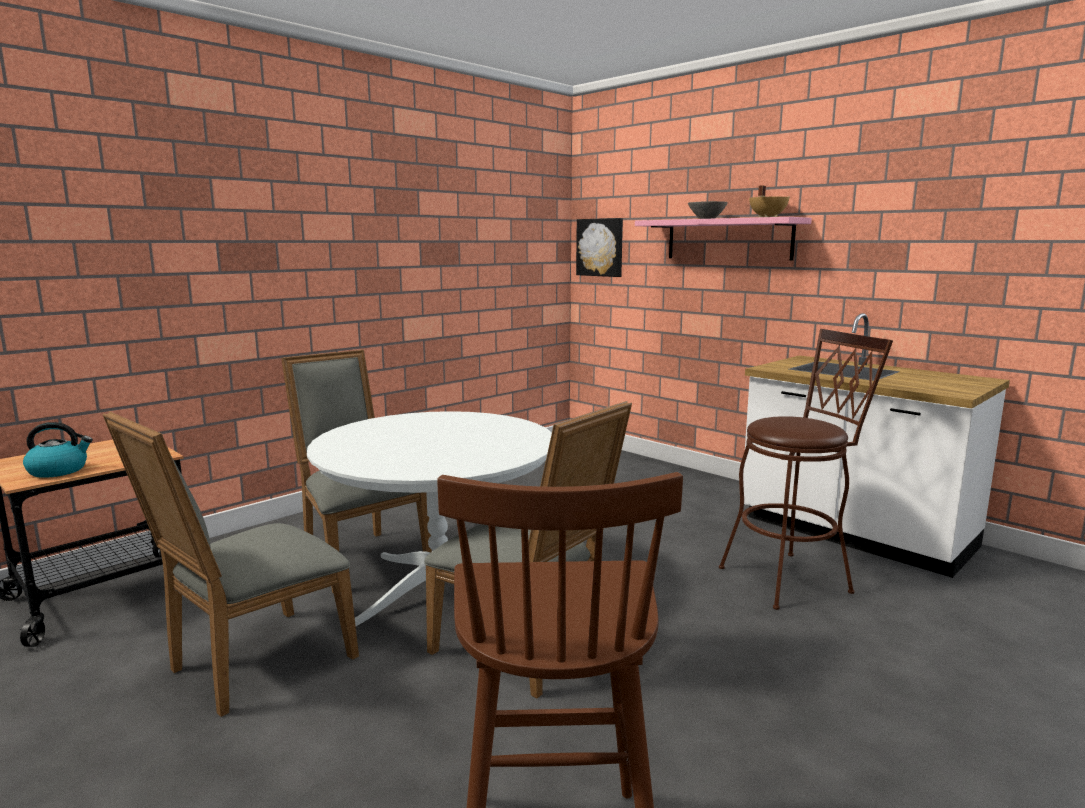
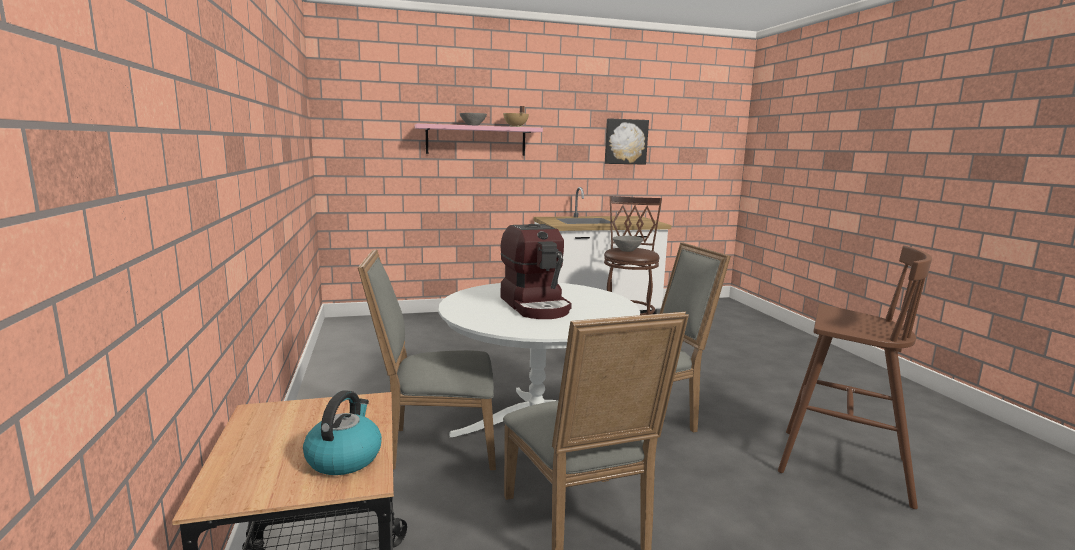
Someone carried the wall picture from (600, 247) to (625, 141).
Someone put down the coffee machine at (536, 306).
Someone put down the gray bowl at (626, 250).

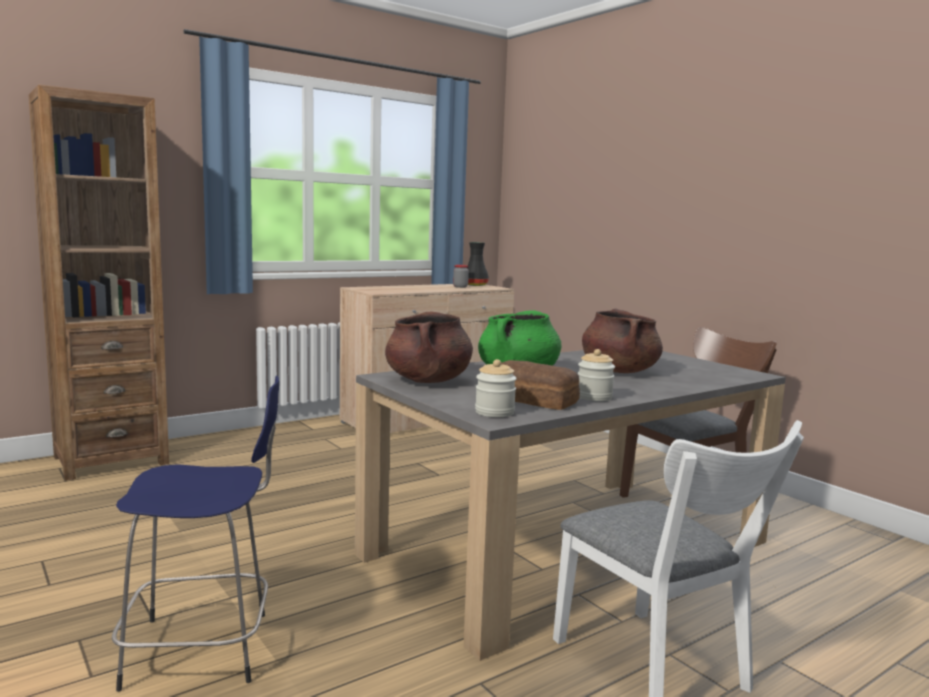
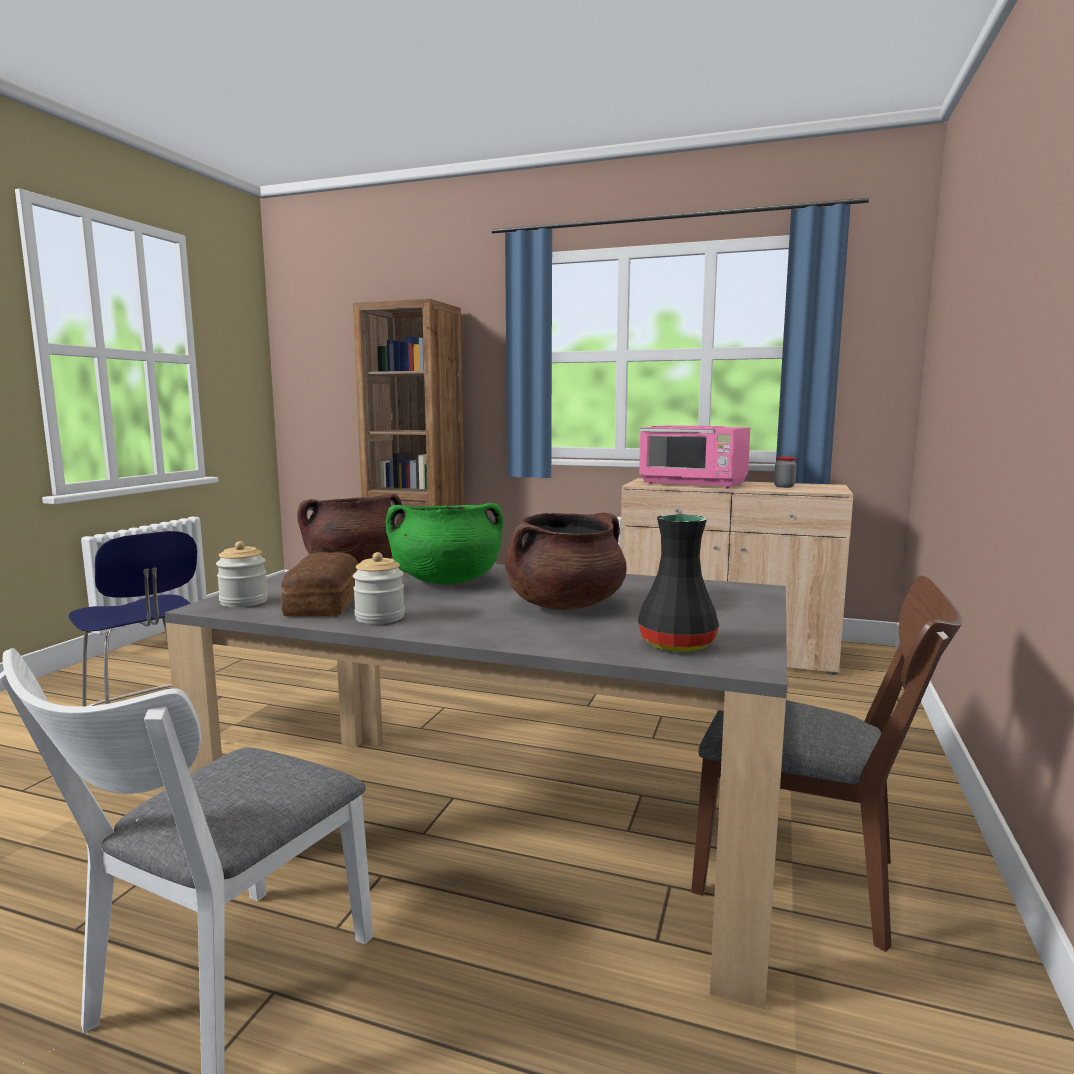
Someone carried the black-coloured vase from (476, 285) to (678, 644).
Someone put down the pink-coloured kitchen microwave at (694, 484).

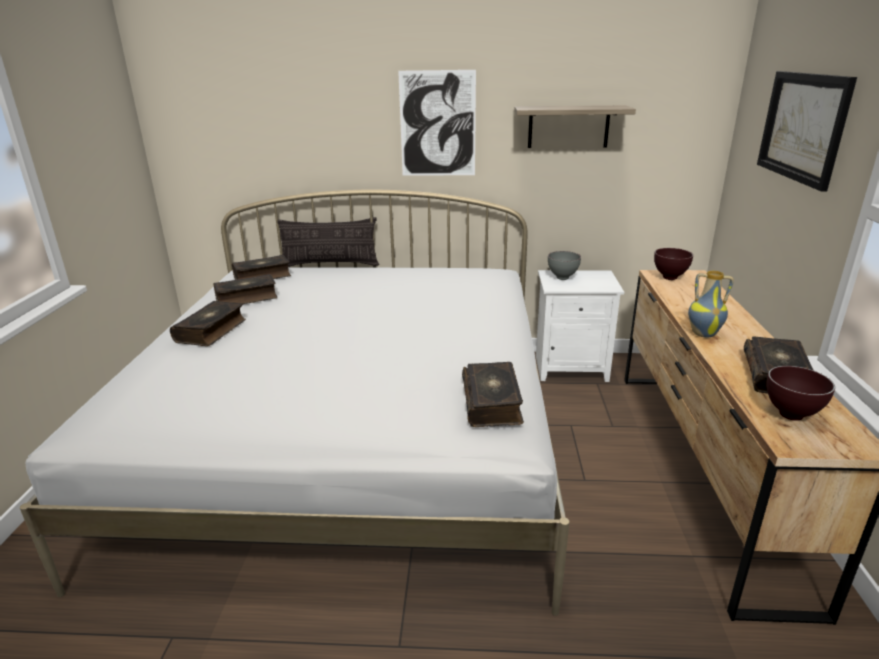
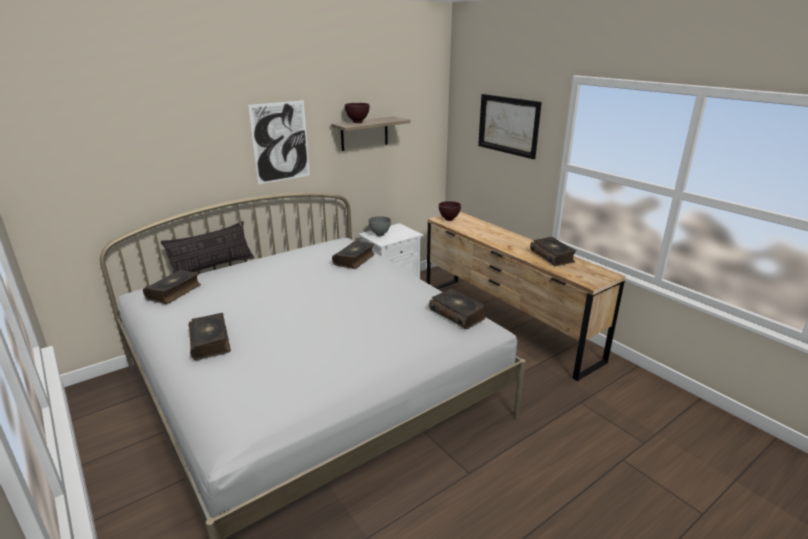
Someone carried the book from (246, 298) to (355, 259).
Someone took away the vase at (703, 334).
Someone carried the brown-coloured bowl from (790, 415) to (357, 122).

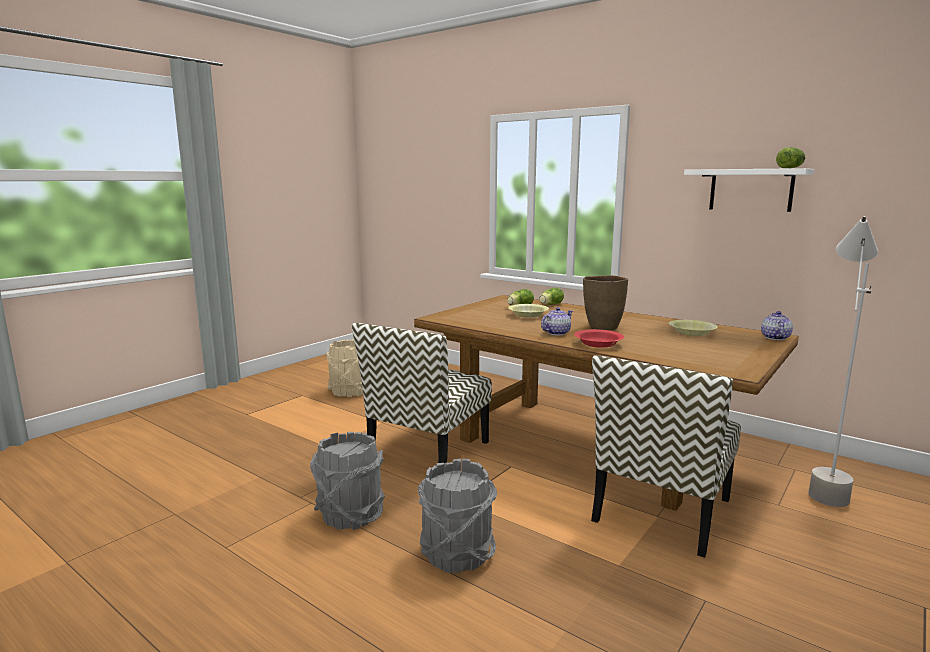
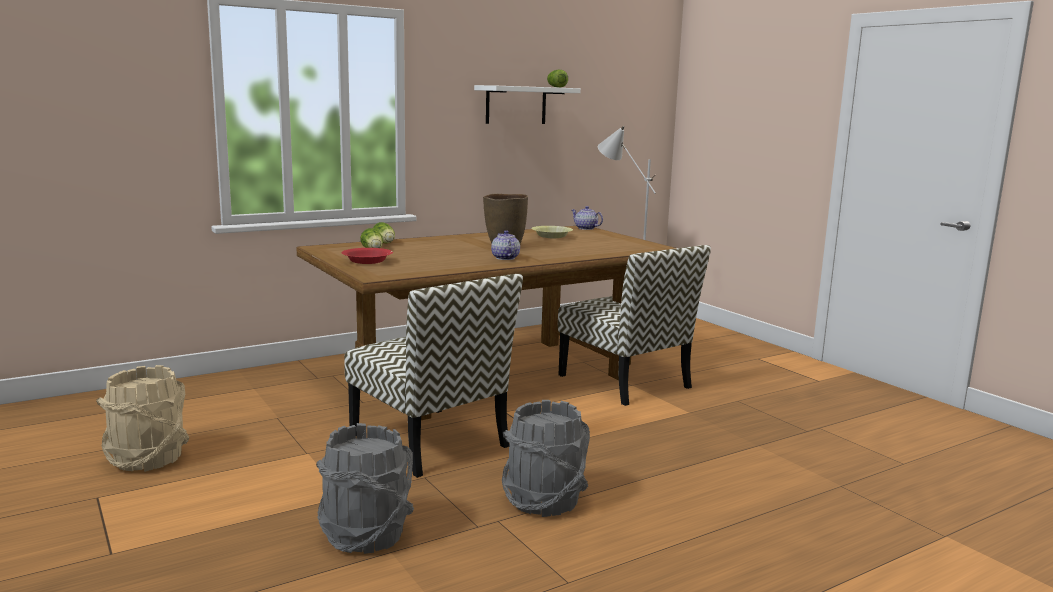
Someone carried the gray water bucket from (456, 554) to (366, 535).
Someone took away the yellow-coloured bowl at (528, 315).
Someone carried the red-coloured bowl from (598, 344) to (367, 261).

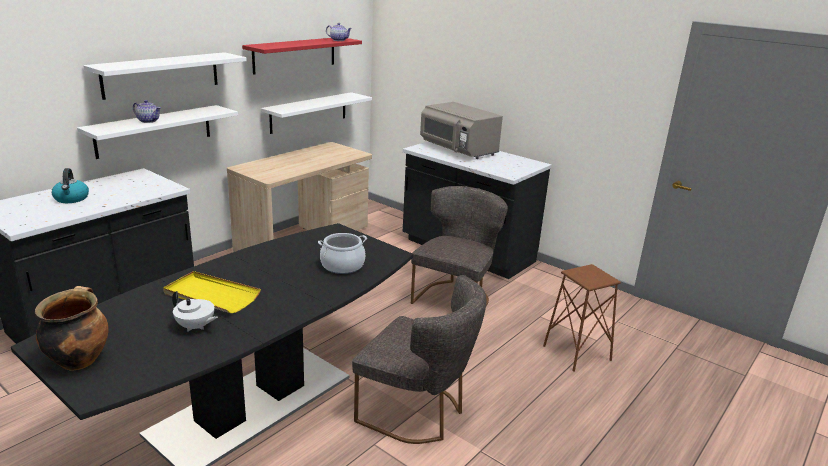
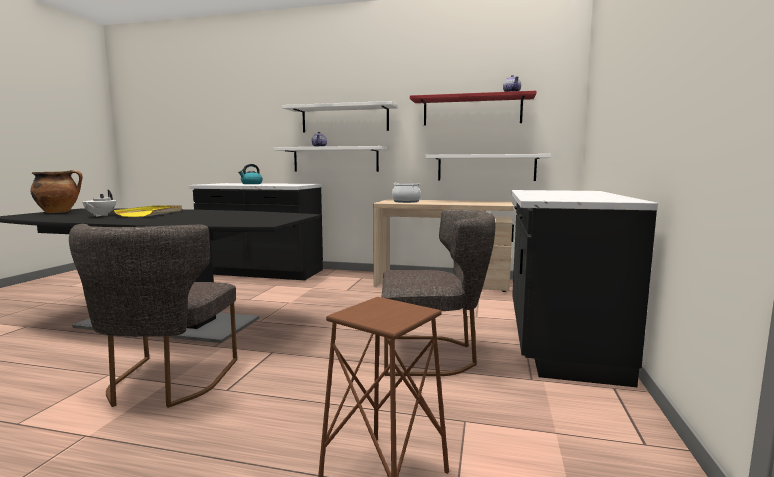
Someone carried the stockpot from (342, 266) to (406, 201).
Someone took away the gray kitchen microwave at (458, 150).

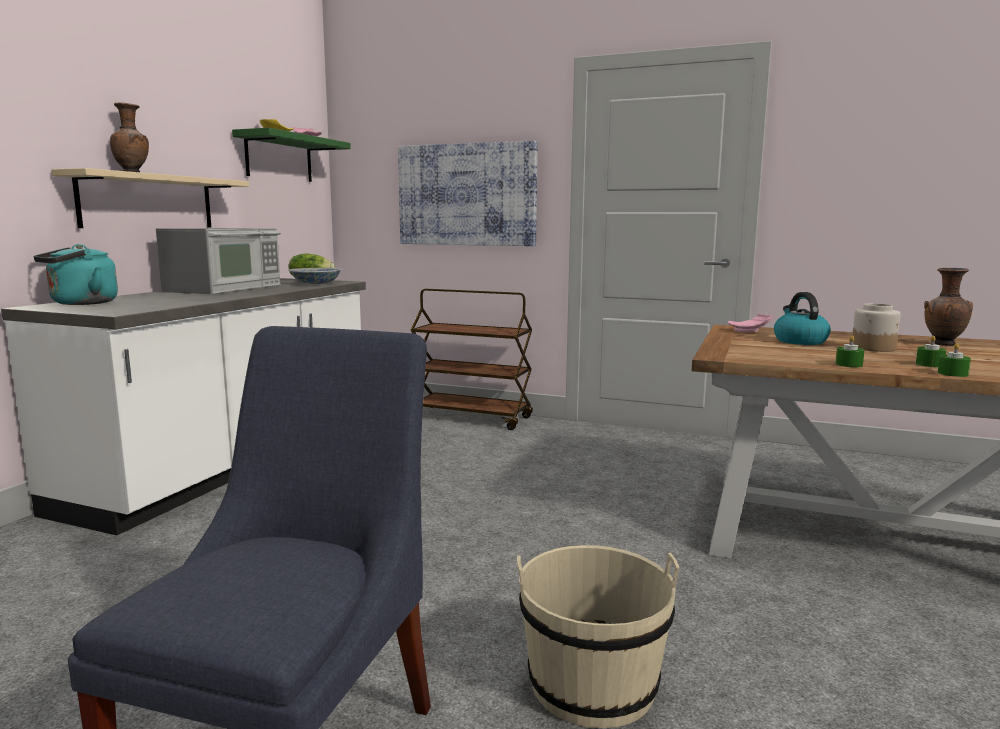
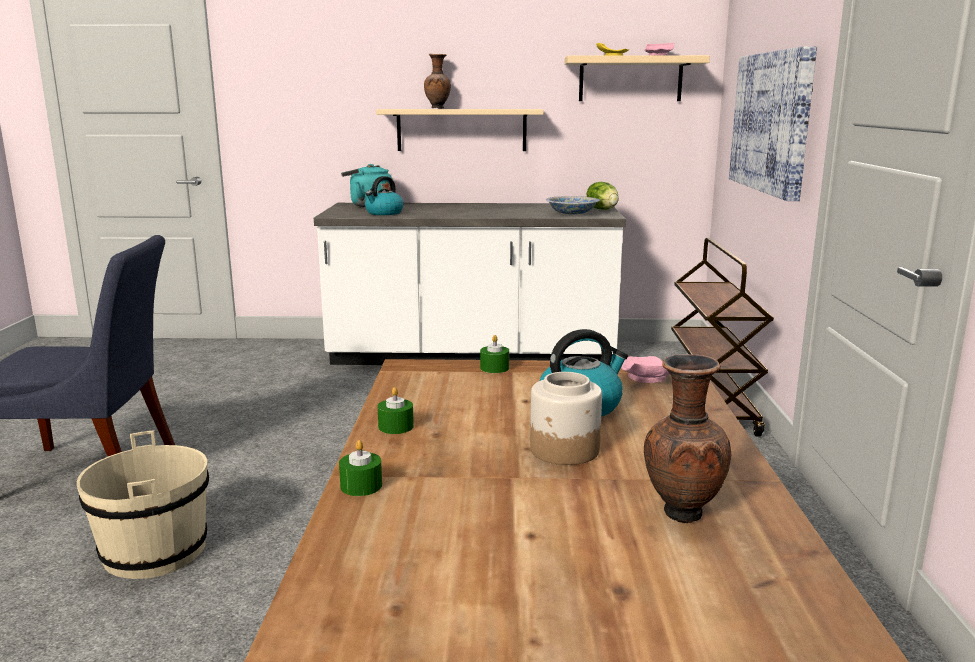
Someone took away the kitchen microwave at (226, 288).
Someone repainted the green-coloured shelf at (279, 158), which became the sand-coloured shelf at (630, 79).
Someone carried the green-coloured wax candle from (929, 364) to (494, 368).
Someone put down the kettle at (384, 213).

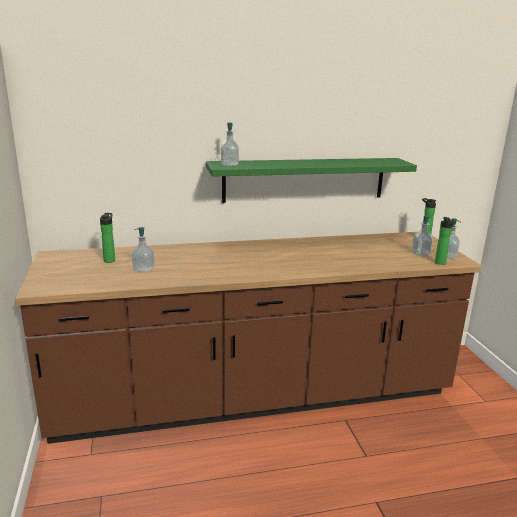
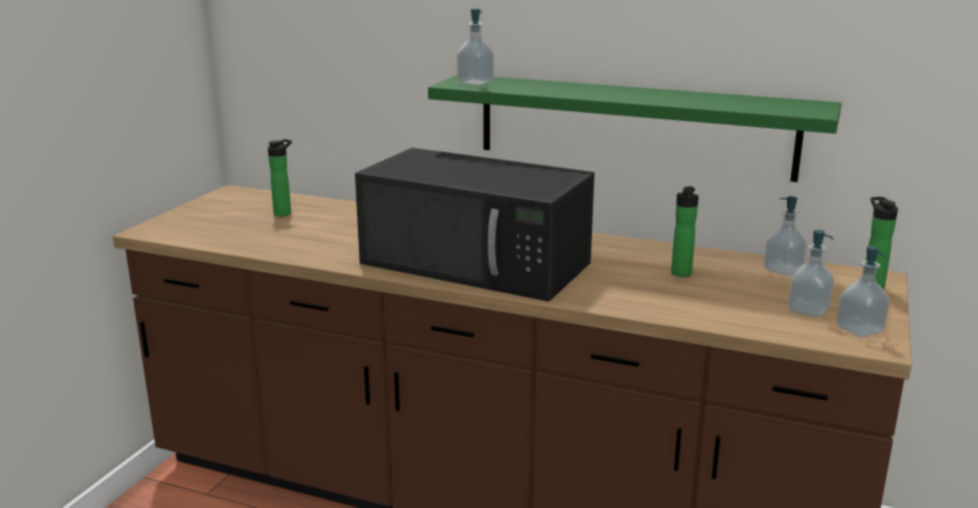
Someone carried the liquid soap bottle from (143, 269) to (783, 270).
Someone carried the bottle from (440, 263) to (680, 274).
Someone put down the black-coloured kitchen microwave at (479, 263).

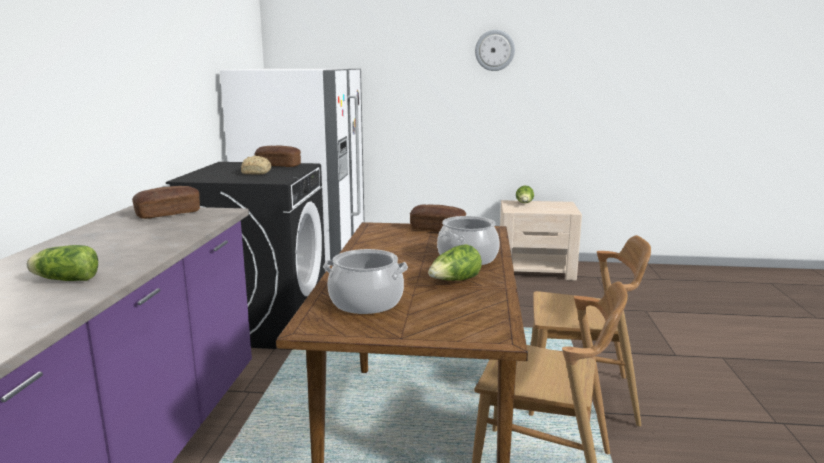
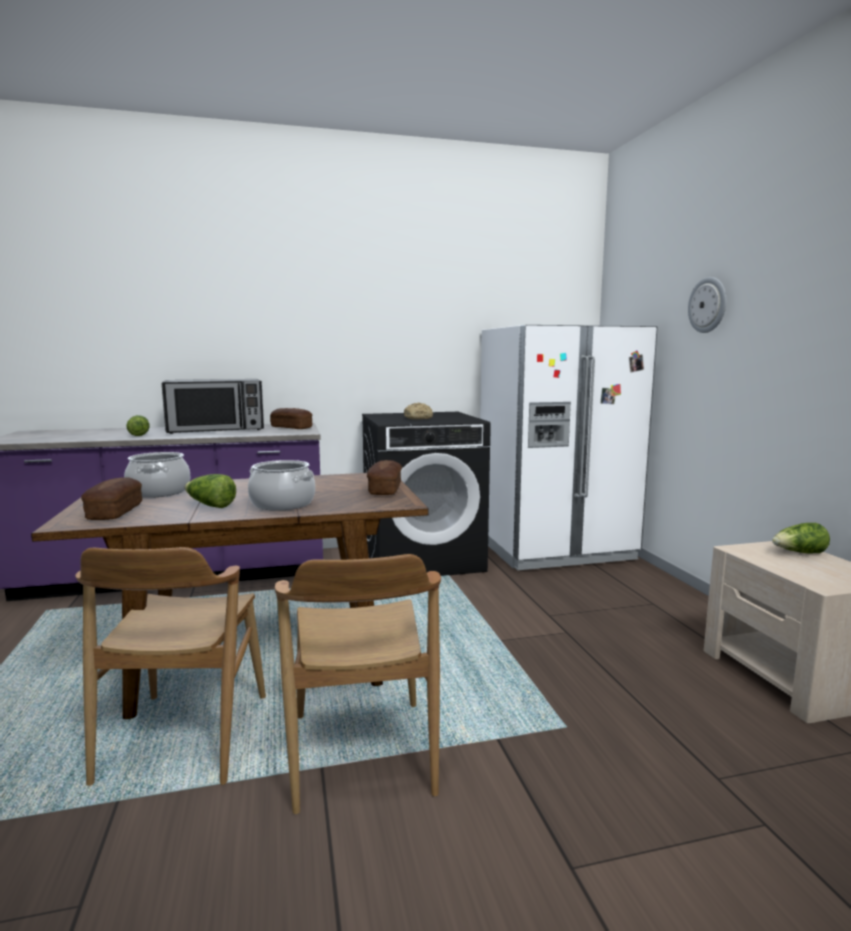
Someone carried the bread from (278, 165) to (115, 512).
Someone carried the wall clock from (494, 50) to (708, 305).
Someone put down the kitchen microwave at (216, 429).

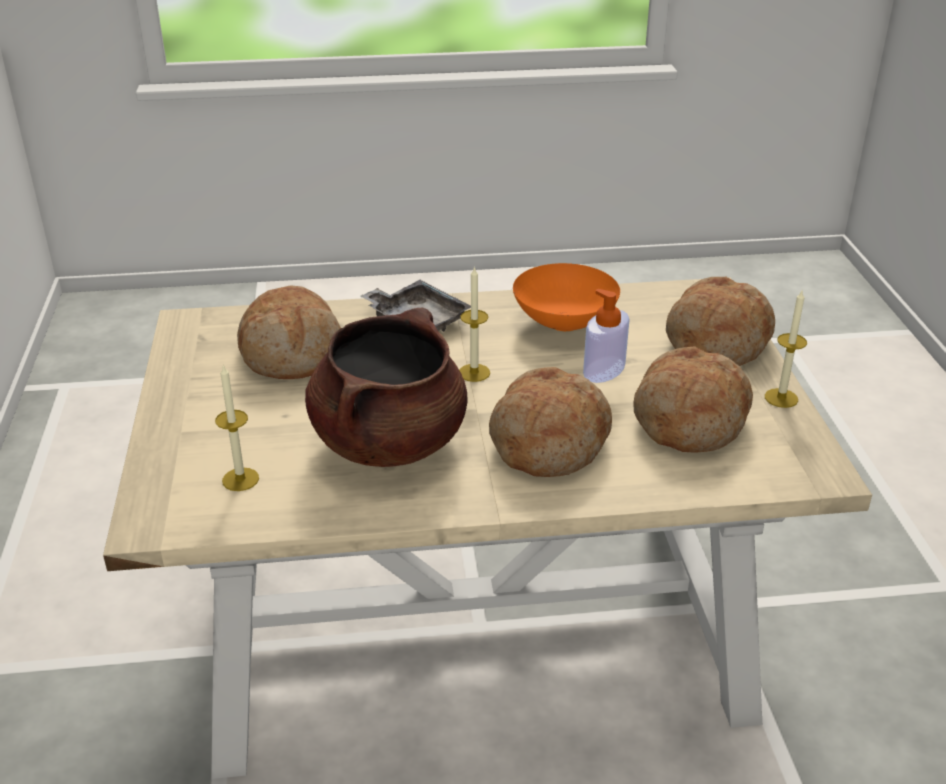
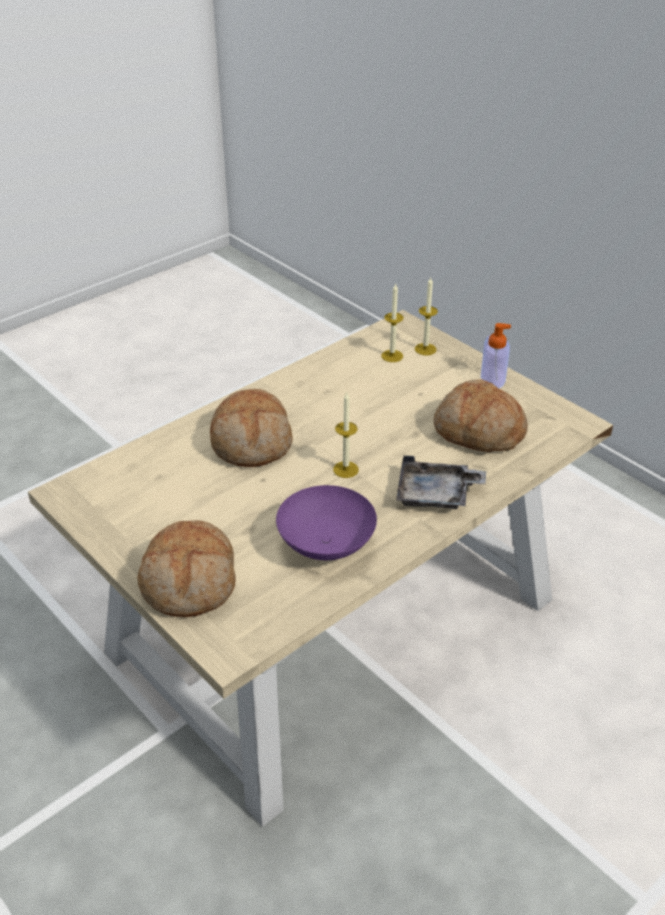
Someone took away the brown-coloured stockpot at (389, 442).
Someone repainted the orangey bowl at (563, 324), which became the purple-coloured bowl at (326, 544).
Someone carried the liquid soap bottle from (604, 370) to (492, 378).
Someone took away the bread at (688, 419).
Someone carried the wax candle from (781, 398) to (425, 349).

